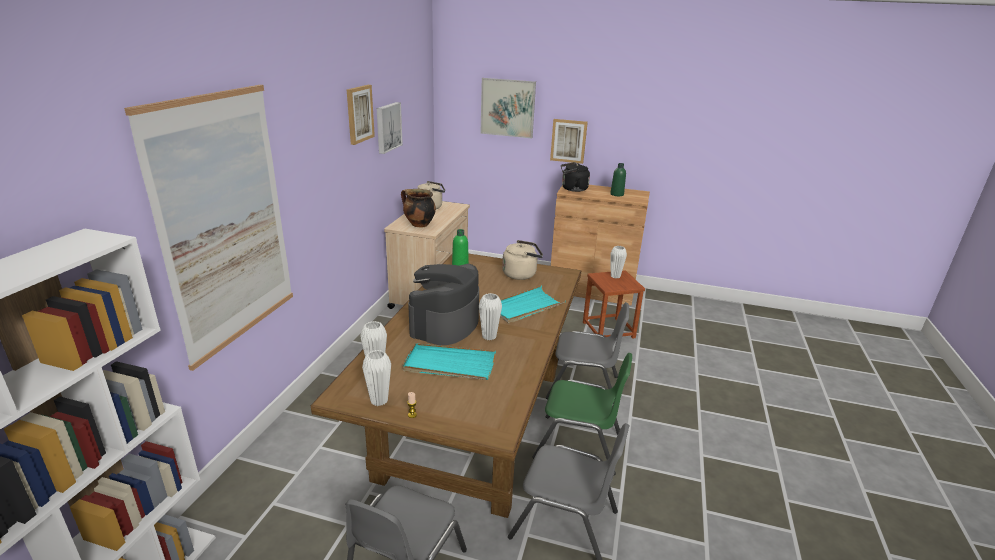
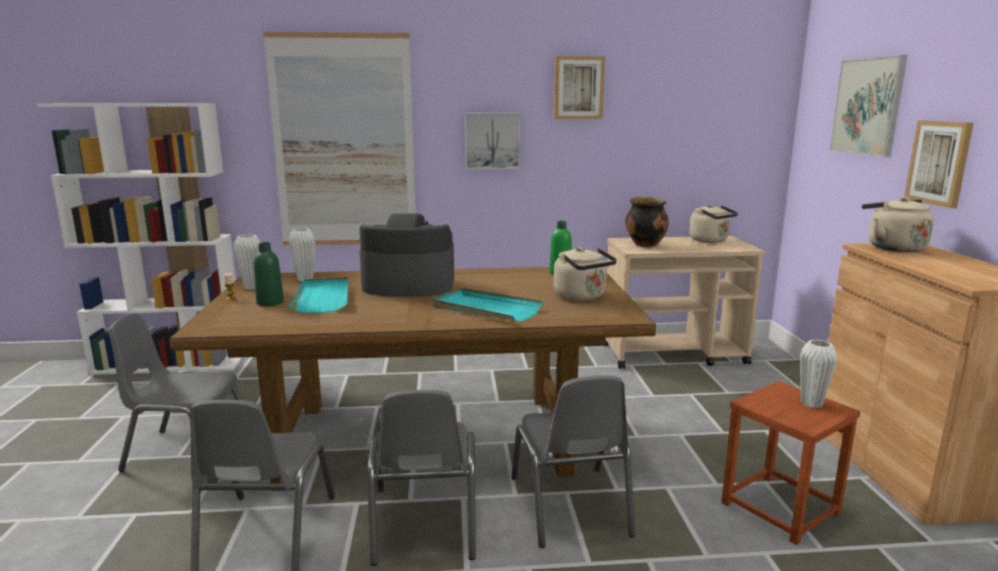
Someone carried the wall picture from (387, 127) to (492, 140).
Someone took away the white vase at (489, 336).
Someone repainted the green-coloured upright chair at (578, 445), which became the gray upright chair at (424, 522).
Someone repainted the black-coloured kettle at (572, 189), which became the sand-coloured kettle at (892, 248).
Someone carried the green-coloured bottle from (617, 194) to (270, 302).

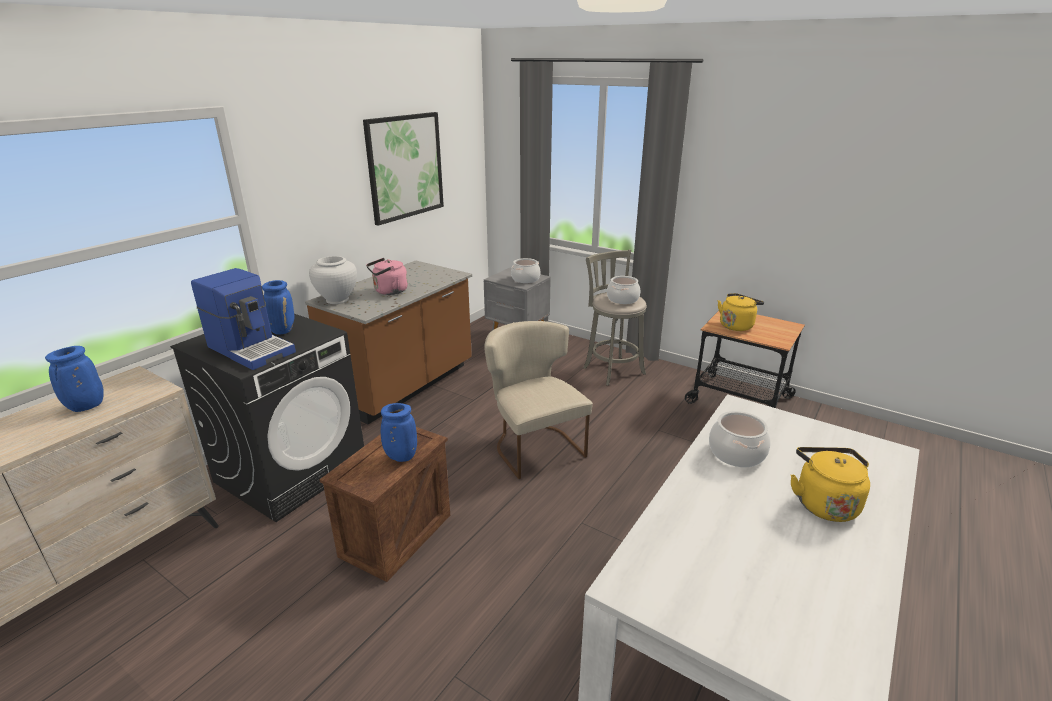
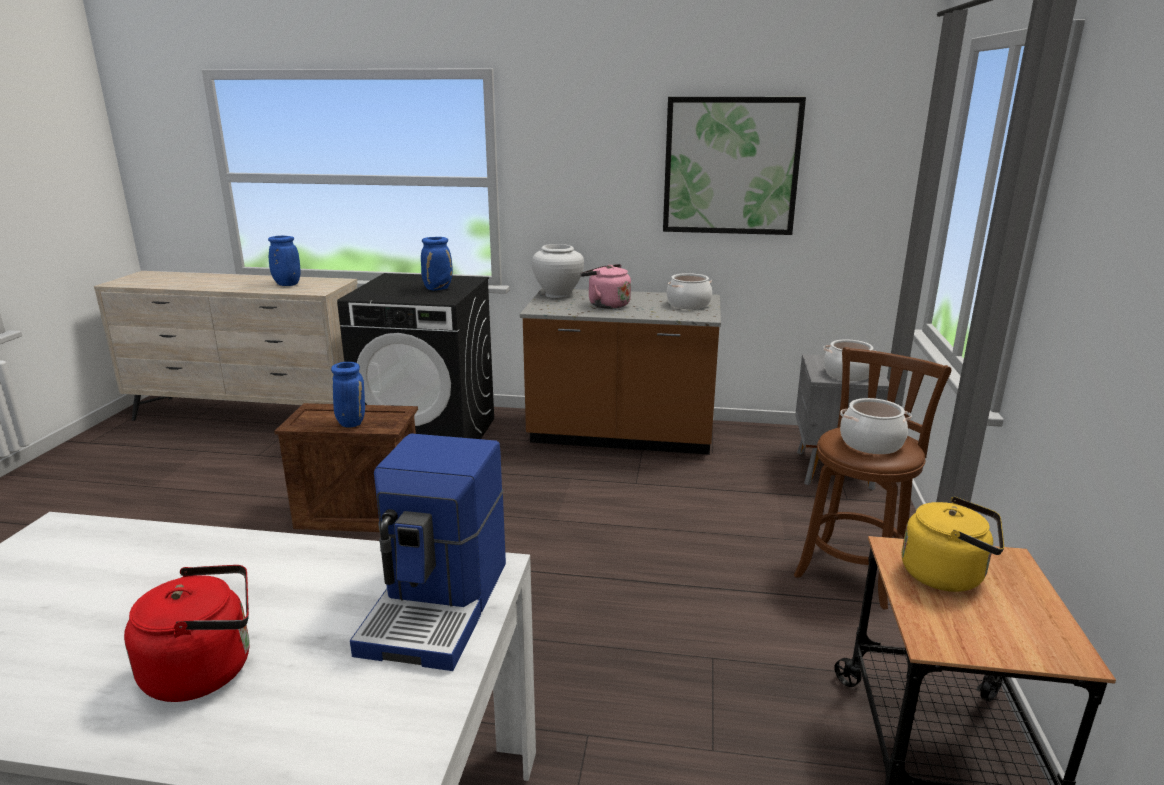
Someone carried the coffee machine from (252, 349) to (439, 605).
Someone took away the sand-coloured upright chair at (534, 445).
Someone repainted the gray sitting stool at (612, 369), which became the brown-coloured sitting stool at (853, 570).
Someone carried the stockpot from (737, 453) to (688, 304).
Someone repainted the yellow-coloured kettle at (823, 503), which became the red-coloured kettle at (206, 669).

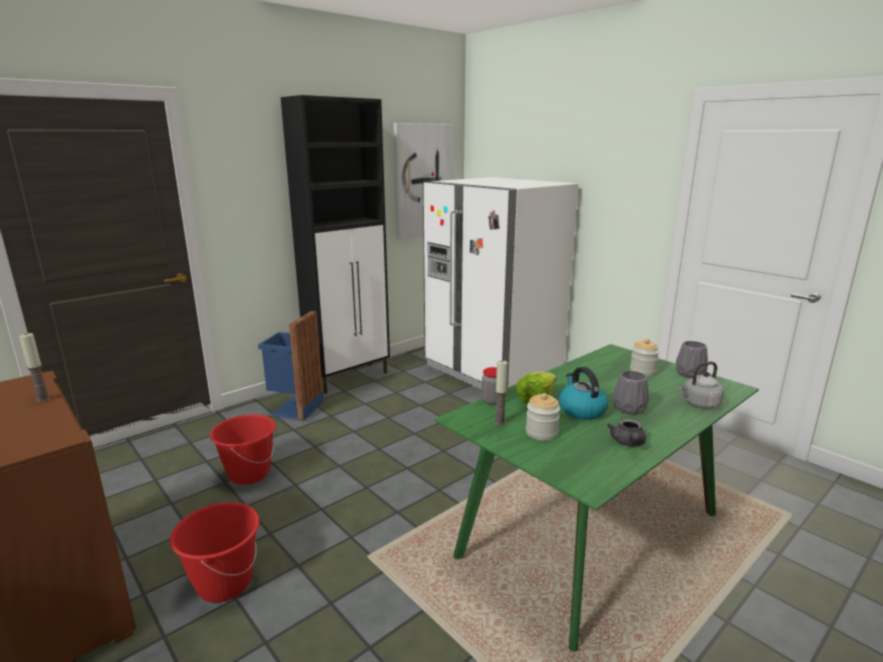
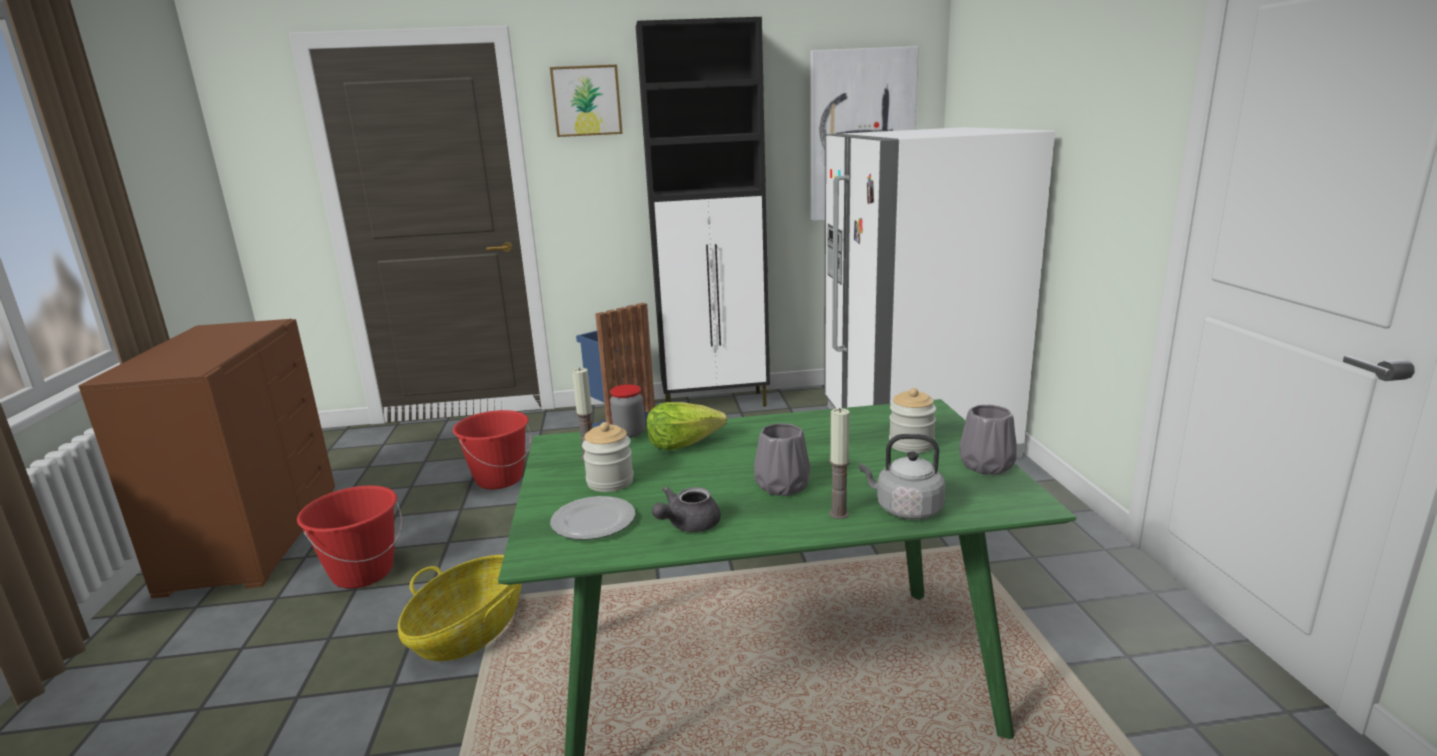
Someone carried the wax candle from (43, 399) to (839, 514).
Someone took away the kettle at (581, 410).
Someone put down the household basket at (469, 632).
Someone put up the wall picture at (587, 101).
Someone put down the plate at (594, 522).

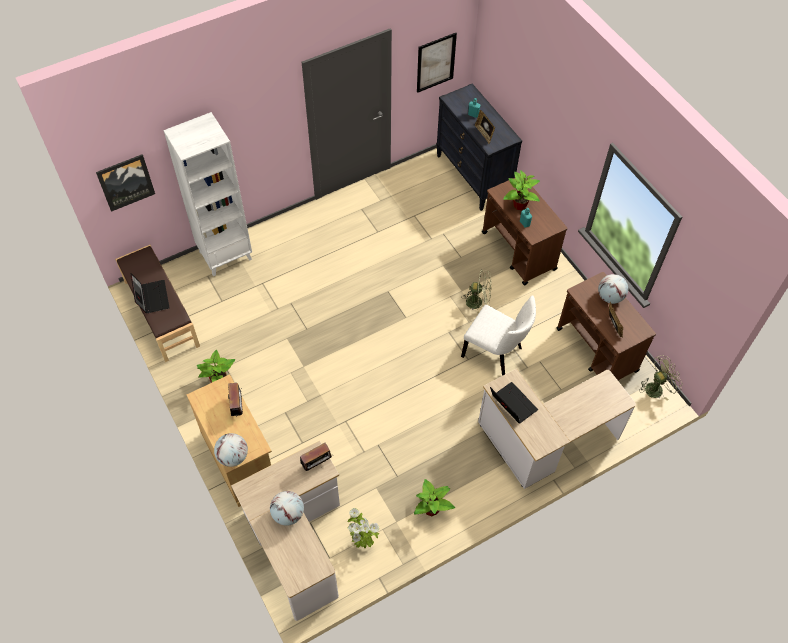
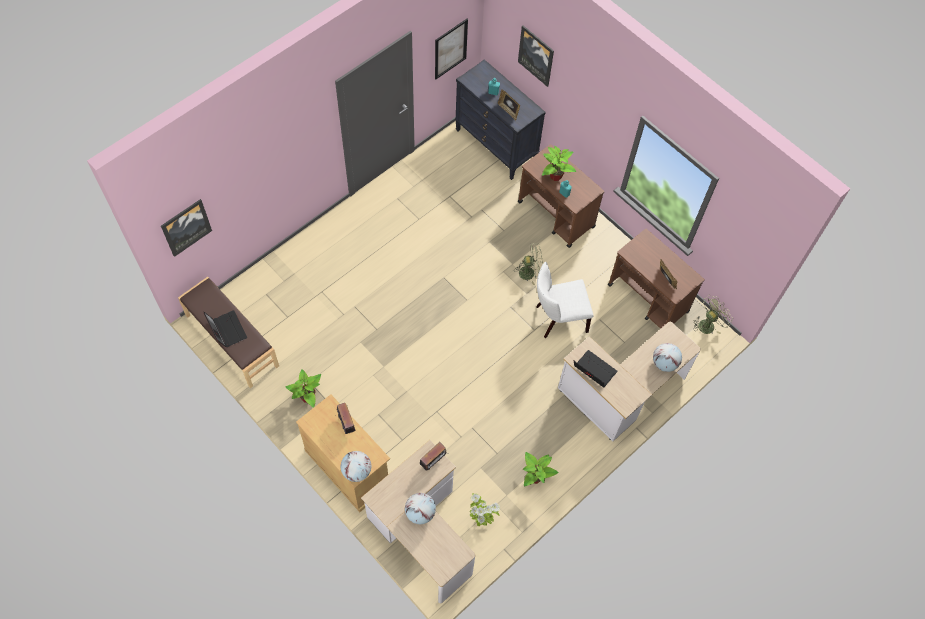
Someone took away the white shelving unit at (225, 255).
Someone rotated the white upright chair at (495, 353) by 150 degrees clockwise.
Someone carried the world globe from (610, 297) to (664, 363).
Someone put up the wall picture at (536, 55).

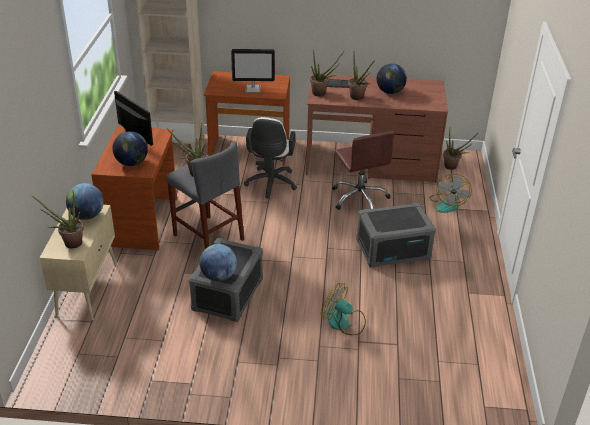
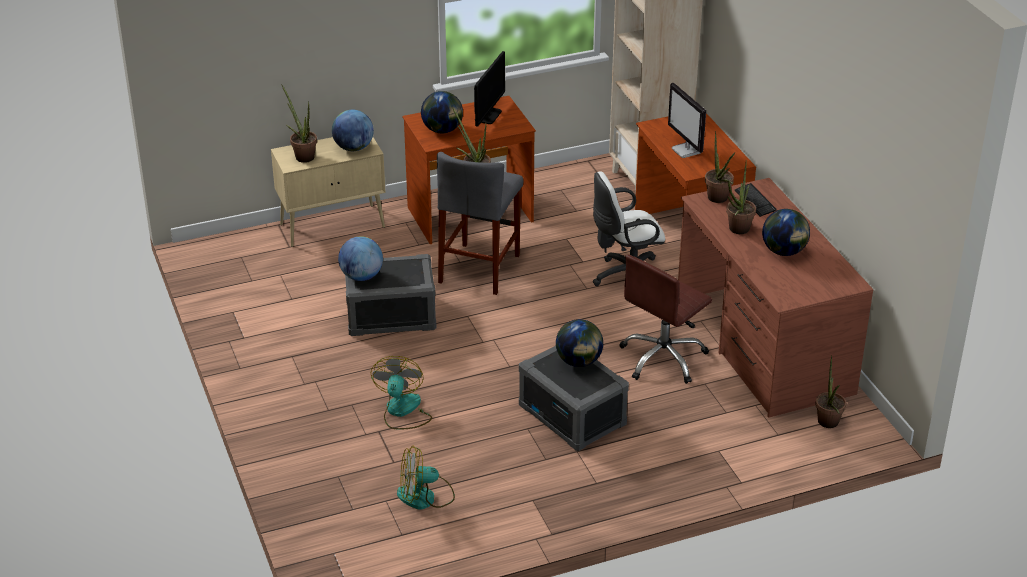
Someone carried the electric fan from (448, 204) to (425, 496).
Someone put down the world globe at (579, 361).

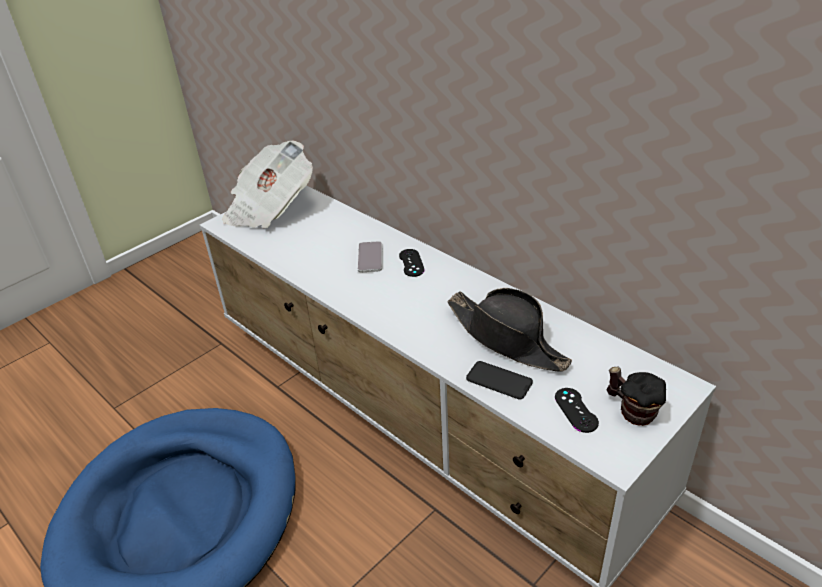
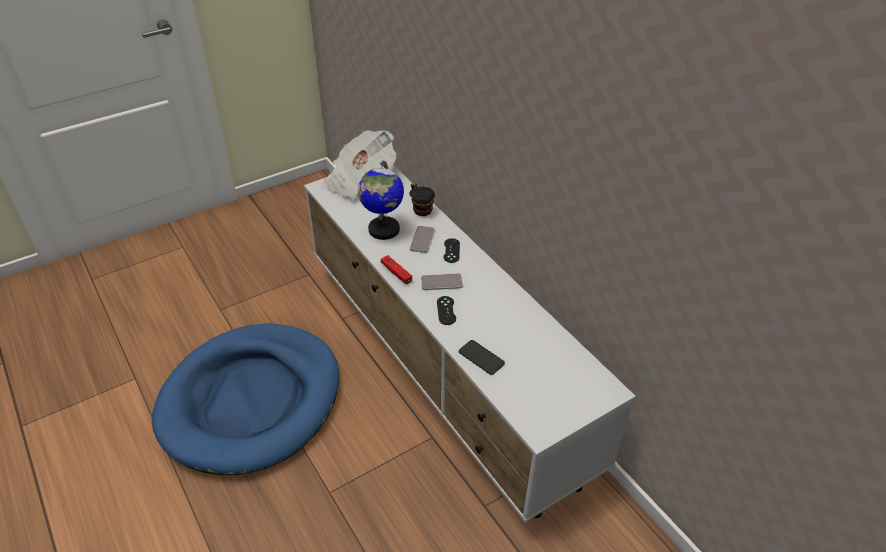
Someone took away the black-coloured clothing hat at (507, 338).
Someone carried the black-coloured game controller from (576, 410) to (446, 310).
Someone carried the tea mug from (632, 411) to (421, 209).
Someone put down the world globe at (383, 230).
Someone put down the red-coloured game controller at (396, 273).
Someone put down the phone at (441, 282).

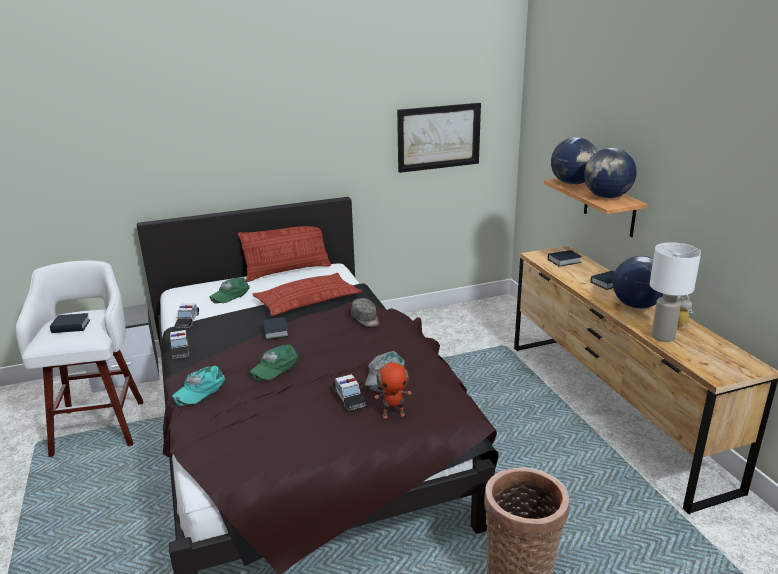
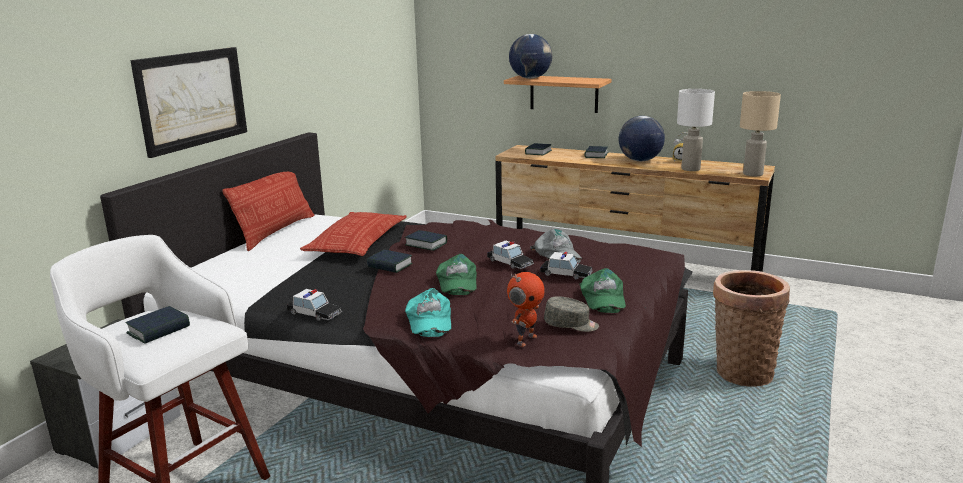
Someone carried the model car from (187, 321) to (510, 263).
Someone carried the green-coloured peaked cap from (230, 294) to (602, 298).
Someone carried the gray peaked cap from (366, 319) to (571, 325).
Someone carried the toy robot from (393, 414) to (525, 339).
Someone carried the wall picture from (438, 137) to (192, 99).
Someone took away the world globe at (606, 197).
Someone put down the book at (426, 244).
Someone put down the sand-coloured table lamp at (753, 174).

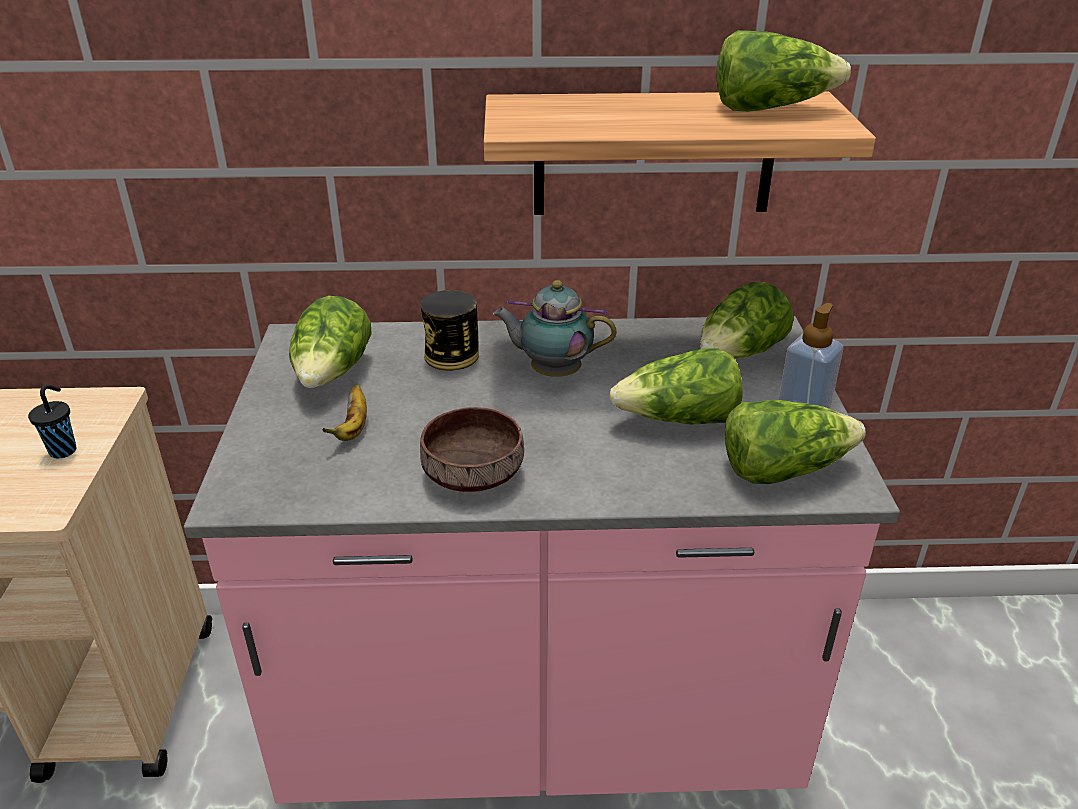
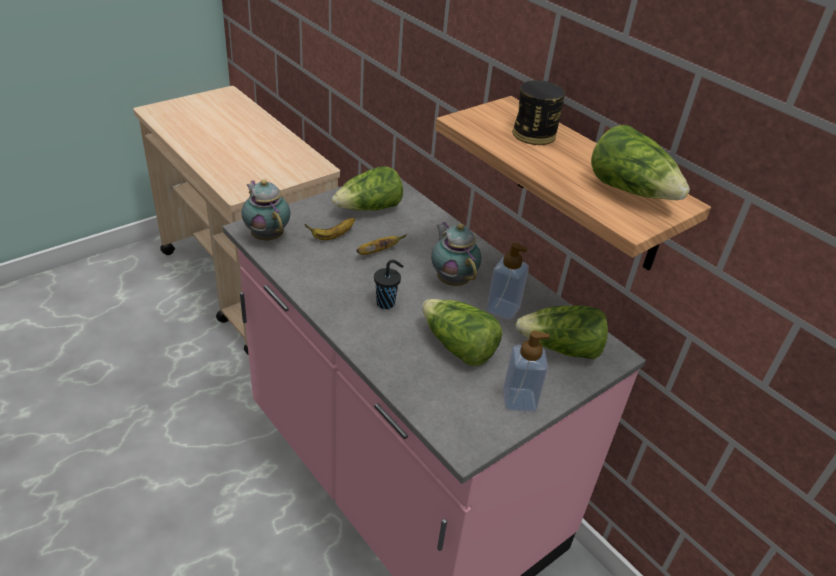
Someone carried the black-coloured small cup from (64, 450) to (387, 303).
Someone carried the metal can from (451, 355) to (534, 134).
Someone took away the brown-coloured bowl at (470, 472).
Someone took away the lettuce at (783, 469).
Someone put down the tea pot at (267, 235).
Someone put down the banana fruit at (378, 252).
Someone put down the liquid soap bottle at (503, 309).

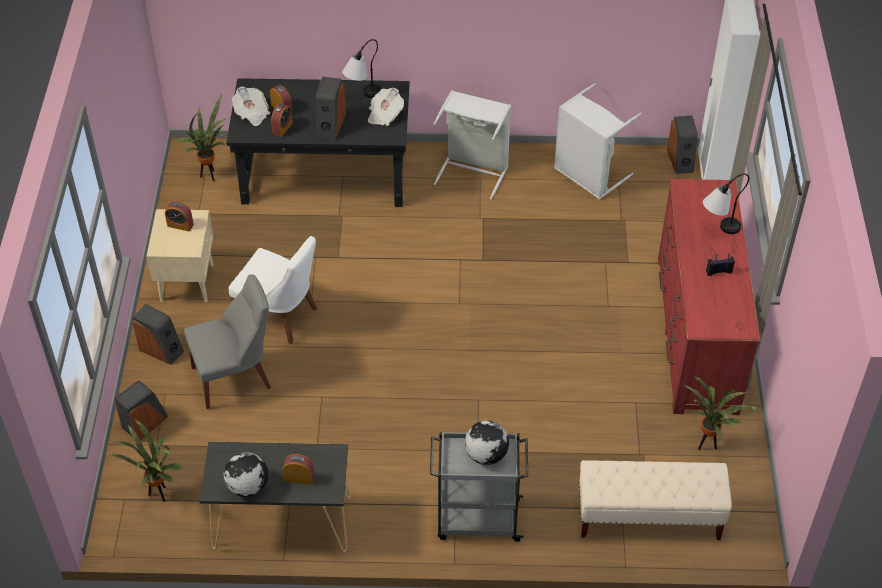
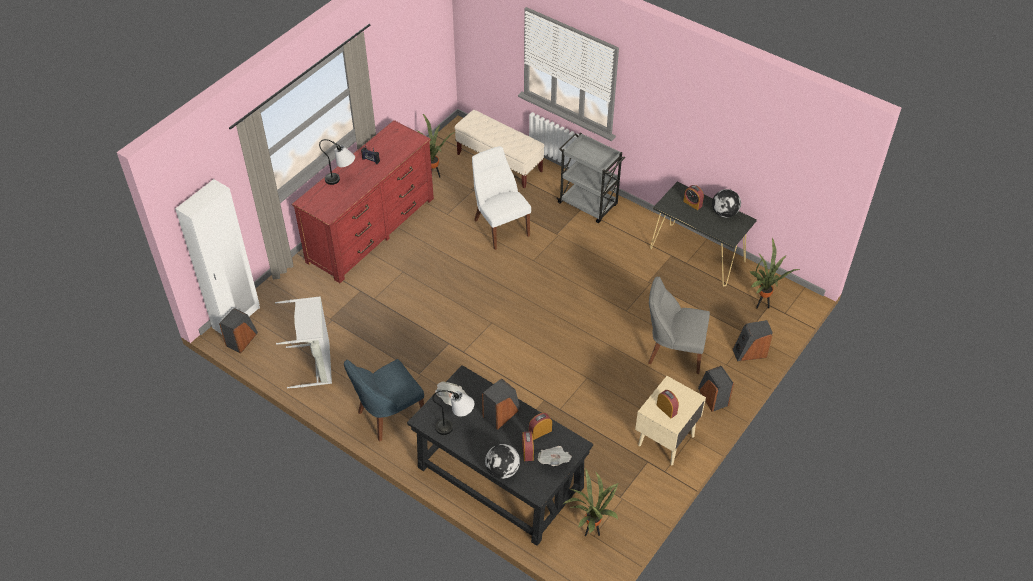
Someone carried the white upright chair from (280, 316) to (500, 226).
Someone swapped the gray washing basket at (473, 170) for the blue-coloured upright chair at (388, 415).
Someone carried the world globe from (485, 454) to (502, 470).

